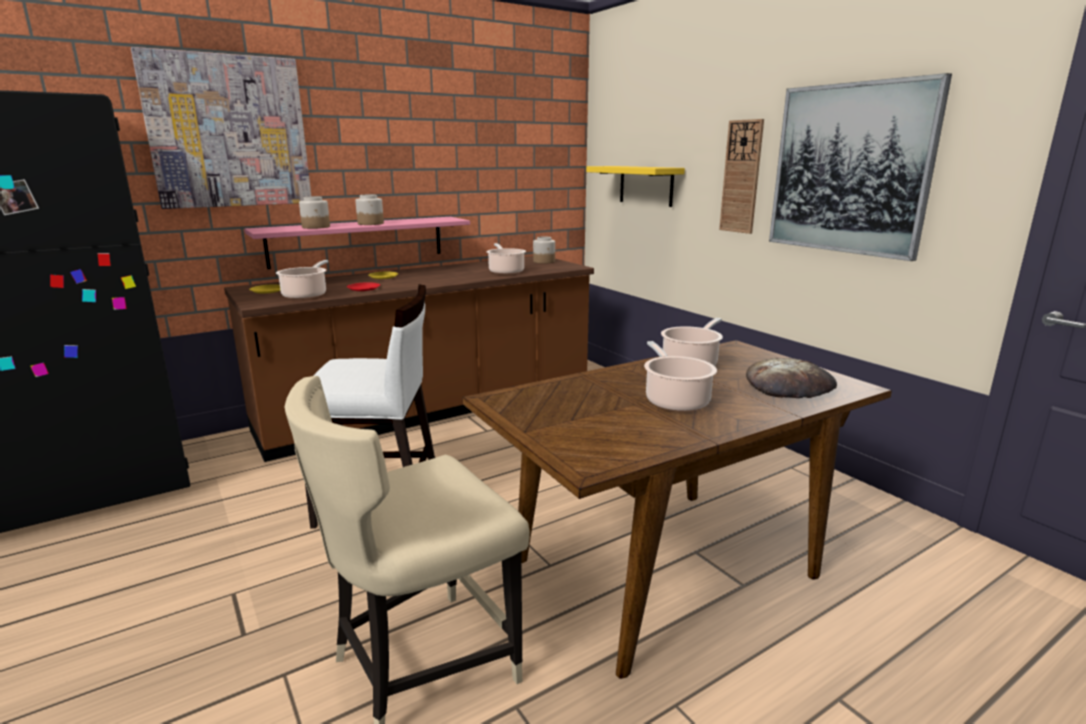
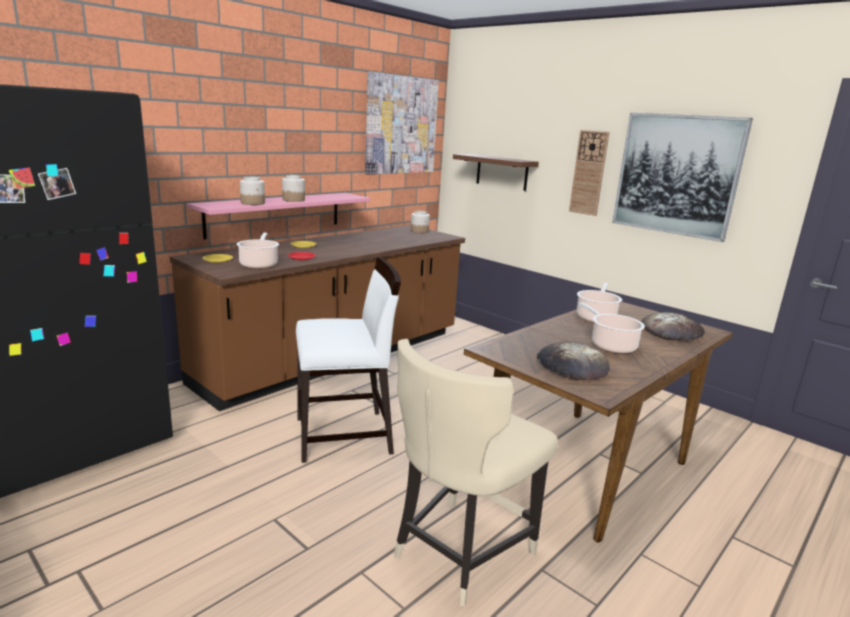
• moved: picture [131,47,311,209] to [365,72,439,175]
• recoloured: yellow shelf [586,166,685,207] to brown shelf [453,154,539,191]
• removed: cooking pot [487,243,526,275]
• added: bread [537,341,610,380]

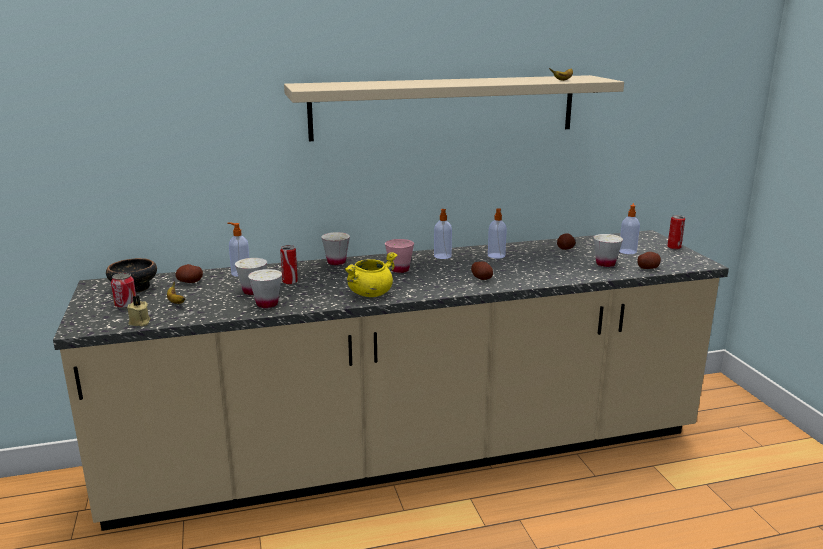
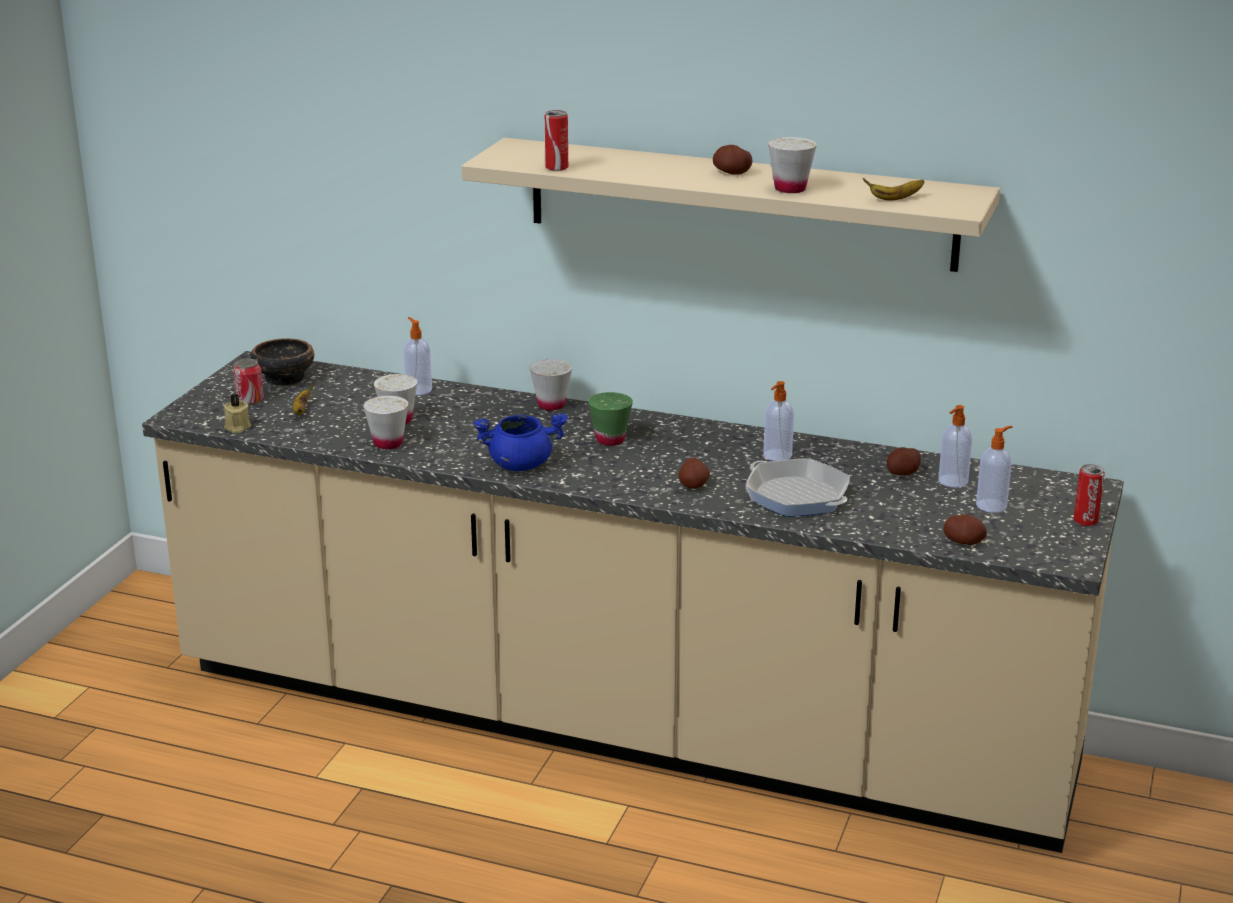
• moved: soap dispenser [434,209,452,259] to [939,405,972,487]
• moved: white cup [594,234,623,267] to [768,137,817,193]
• recoloured: pink cup [385,239,414,273] to green cup [588,392,633,446]
• moved: can [280,245,298,284] to [545,110,568,171]
• recoloured: yellow cooking pot [345,252,397,297] to blue cooking pot [473,413,568,471]
• moved: potato [175,264,203,283] to [713,145,753,175]
• added: frying pan [745,458,850,517]

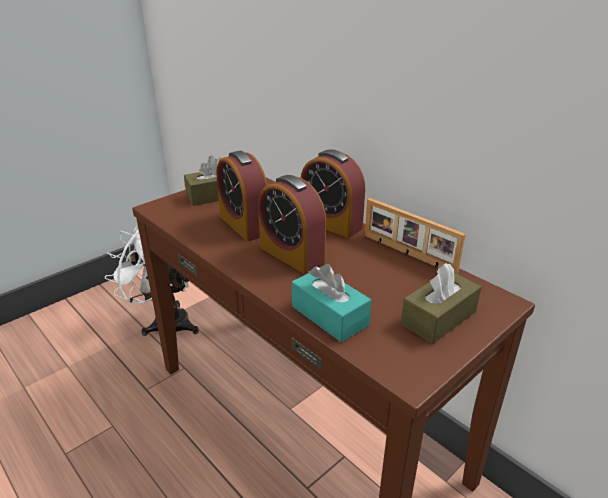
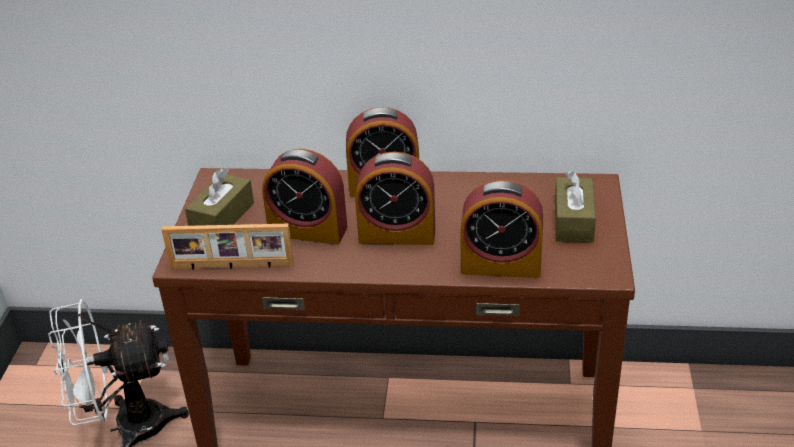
• moved: picture frame [365,198,466,274] to [161,224,294,270]
• replaced: turquoise tissue box [292,264,372,342] to alarm clock [460,180,543,278]

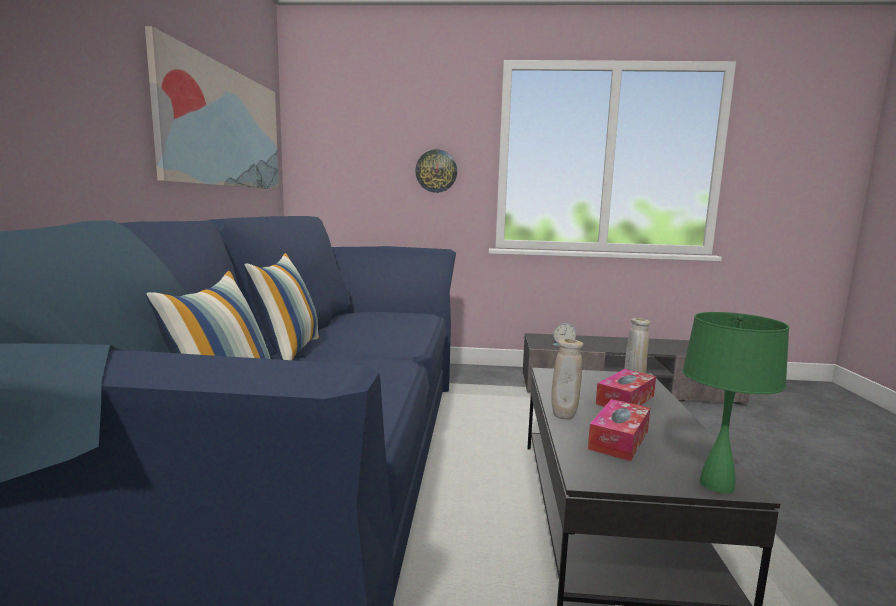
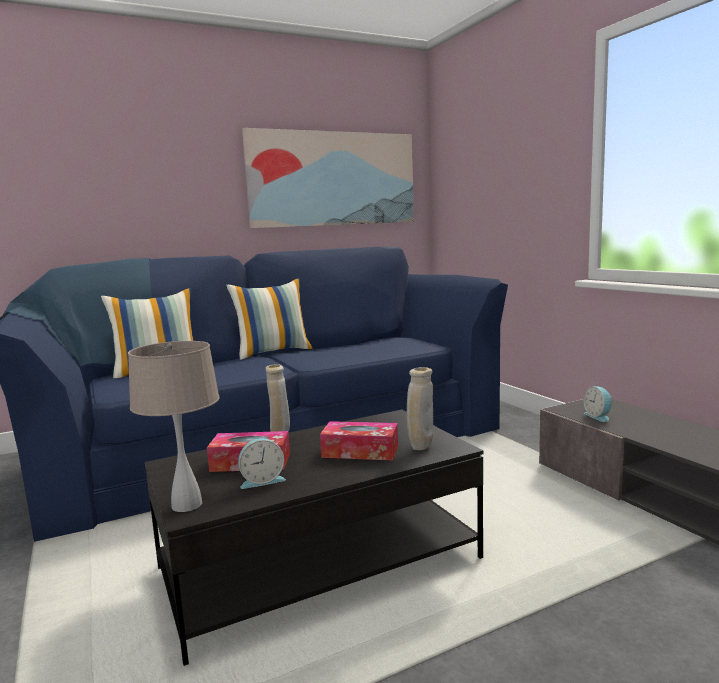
• removed: wall clock [415,149,457,193]
• recoloured: green table lamp [682,312,790,494] to beige table lamp [128,341,219,512]
• added: alarm clock [238,438,286,489]

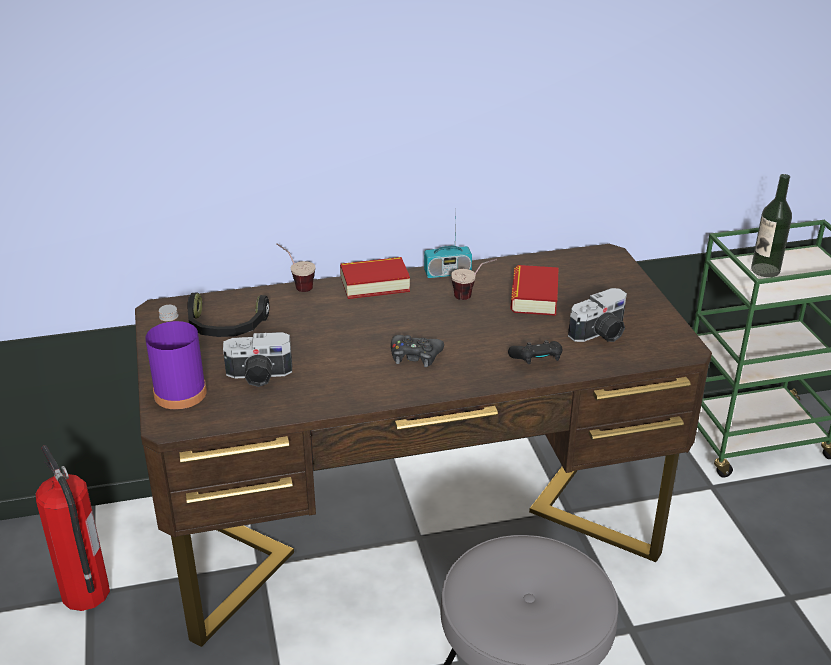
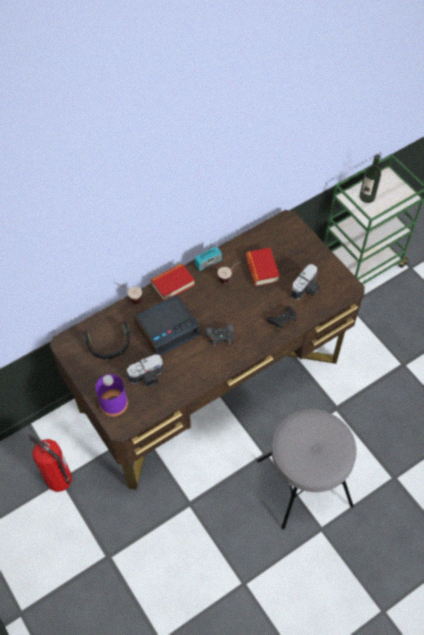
• added: alarm clock [134,295,200,356]

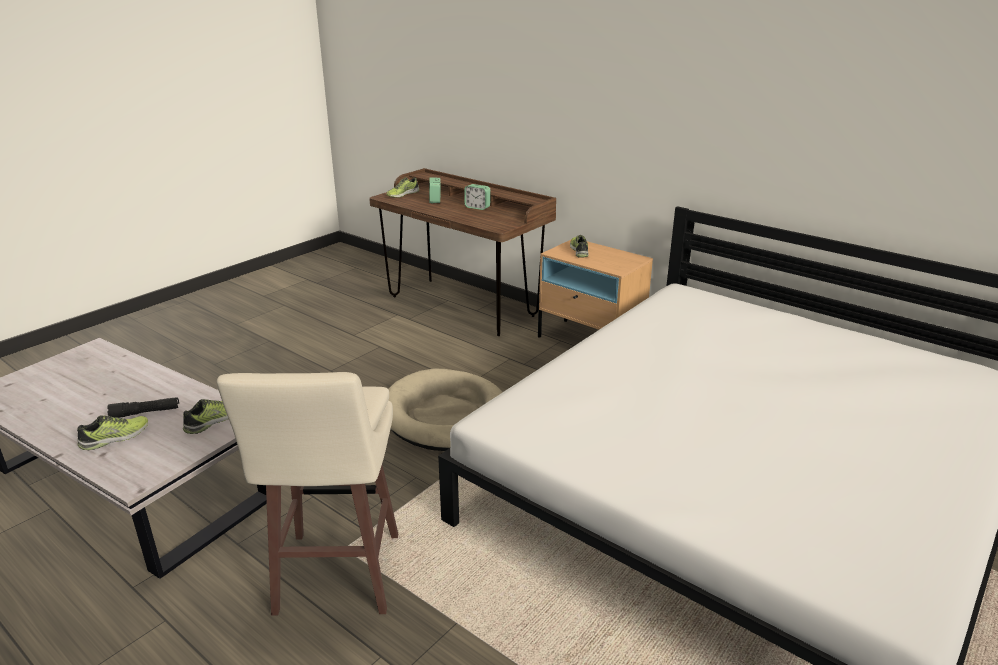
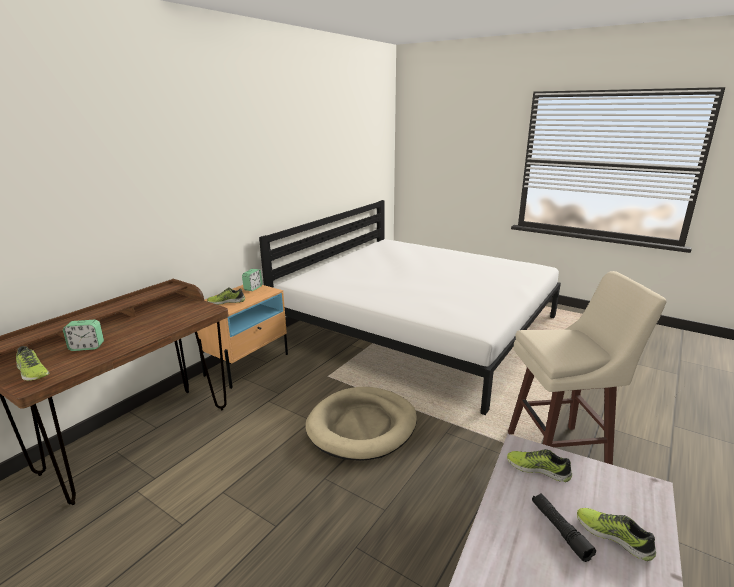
• moved: alarm clock [464,184,491,210] to [242,269,262,291]

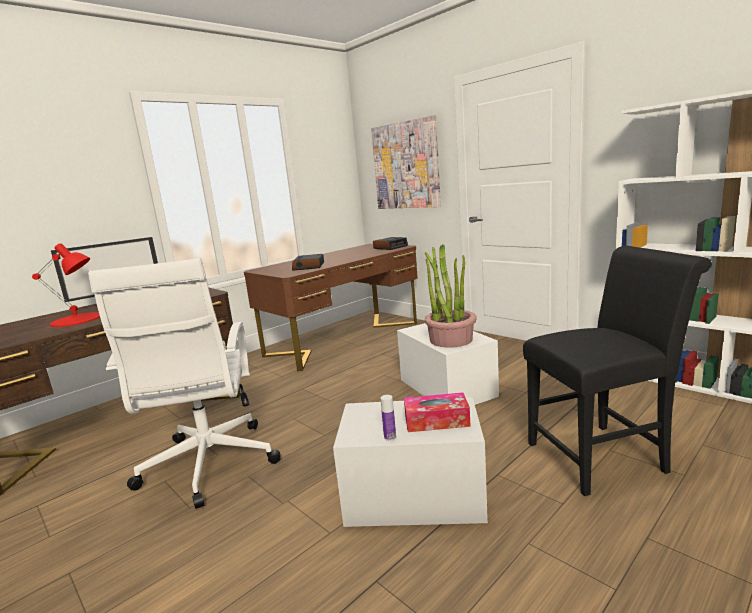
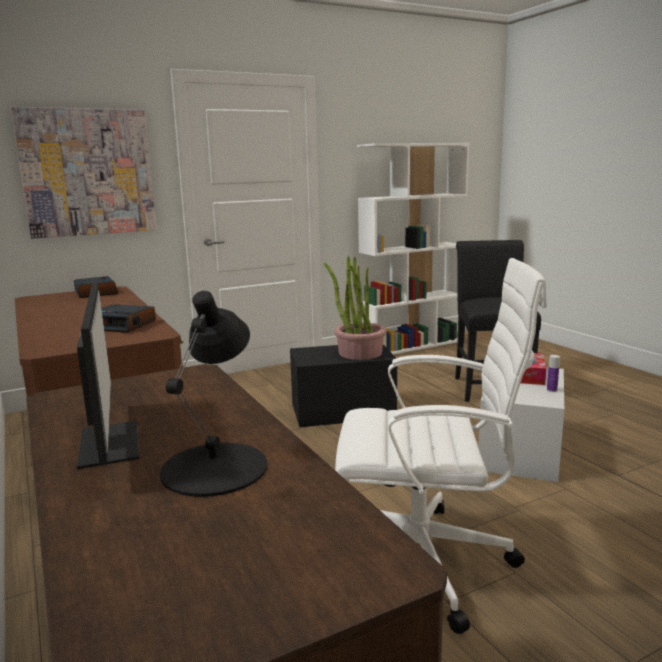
• recoloured: red table lamp [32,243,100,327] to black table lamp [160,291,267,497]
• recoloured: white storage box [397,323,499,405] to black storage box [290,344,397,427]

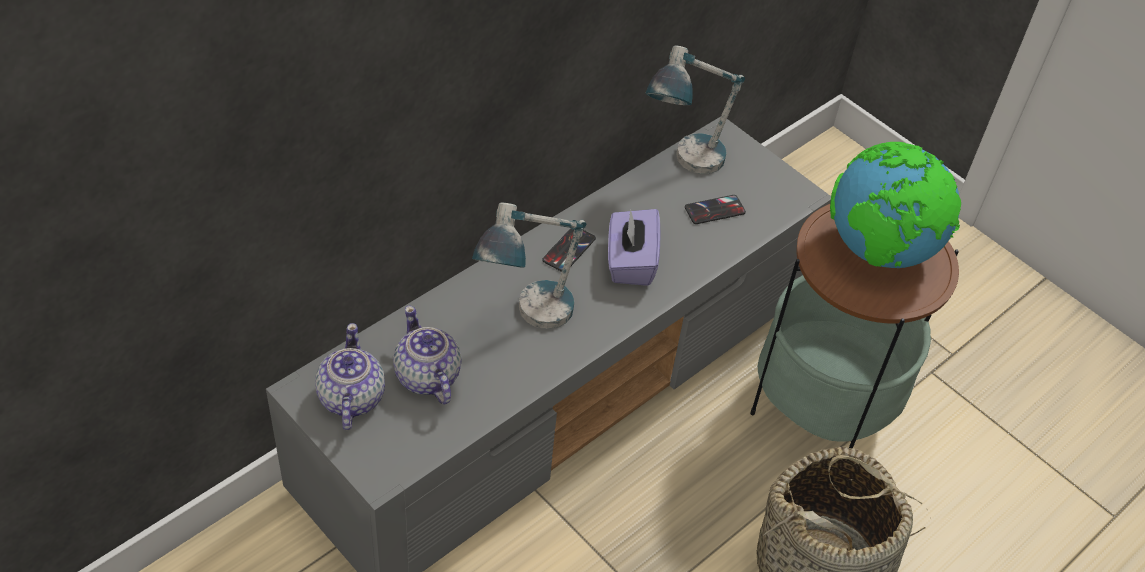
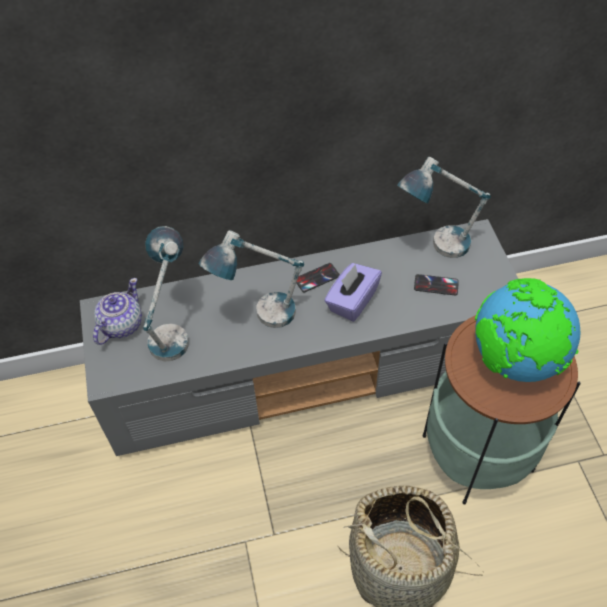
• replaced: teapot [393,306,462,404] to table lamp [143,226,189,362]

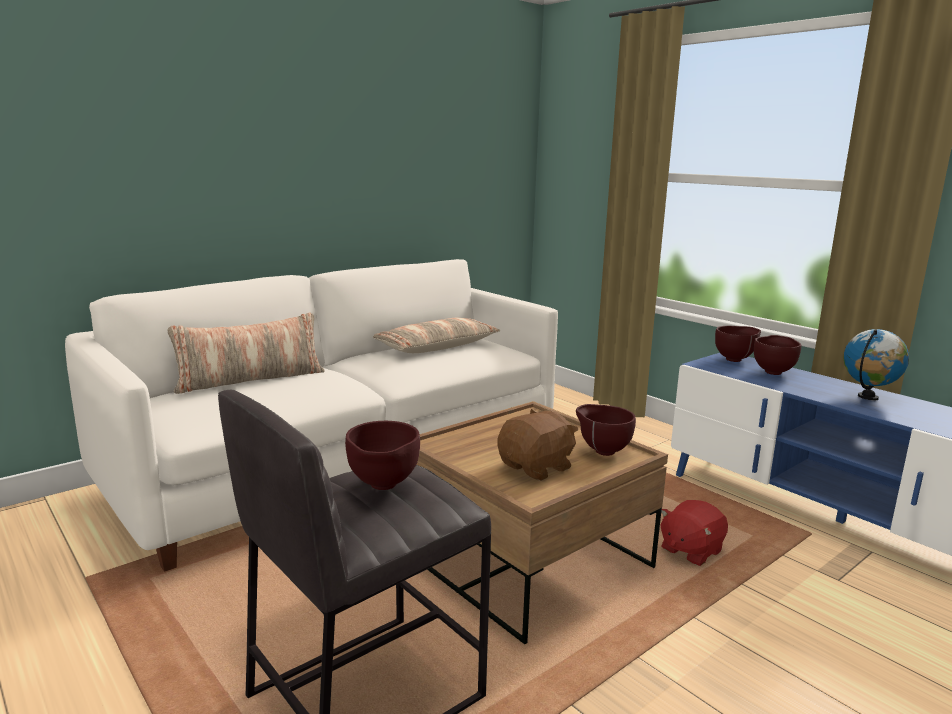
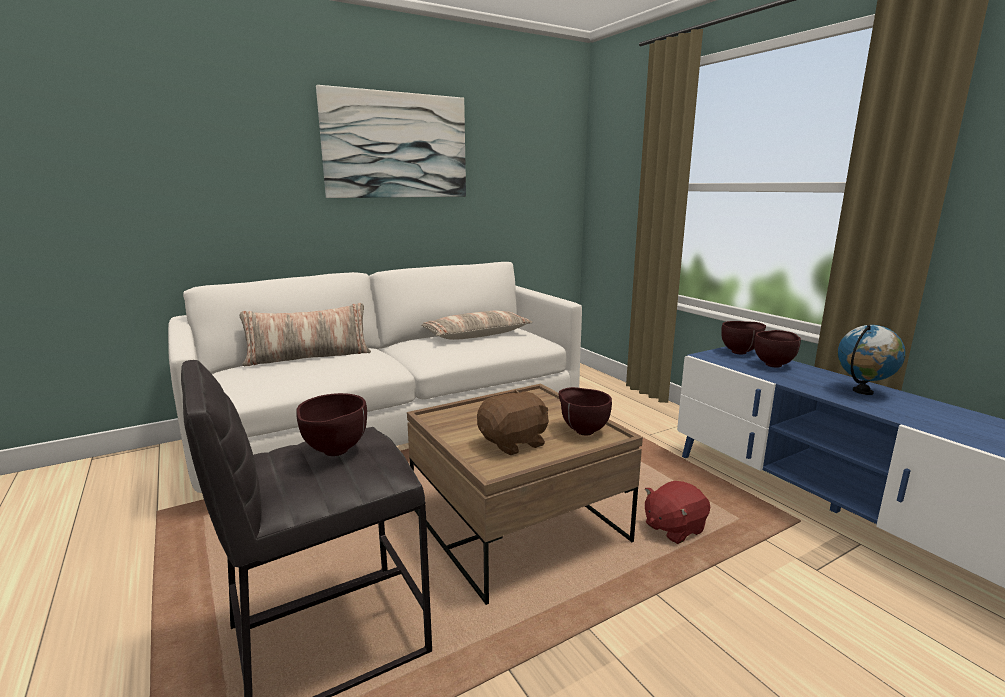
• added: picture [316,85,466,198]

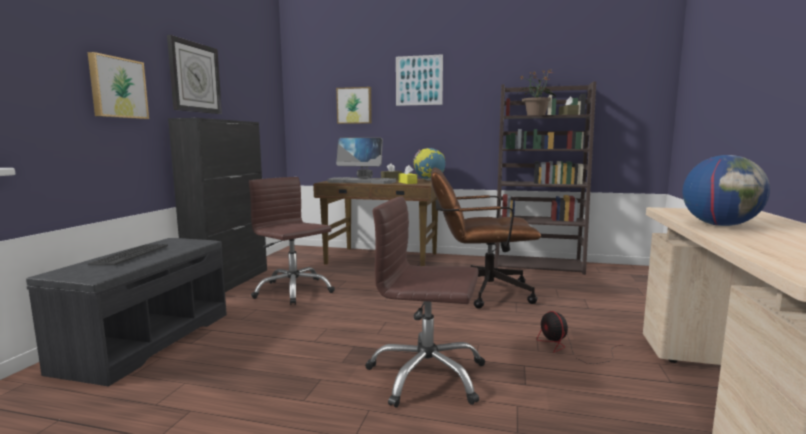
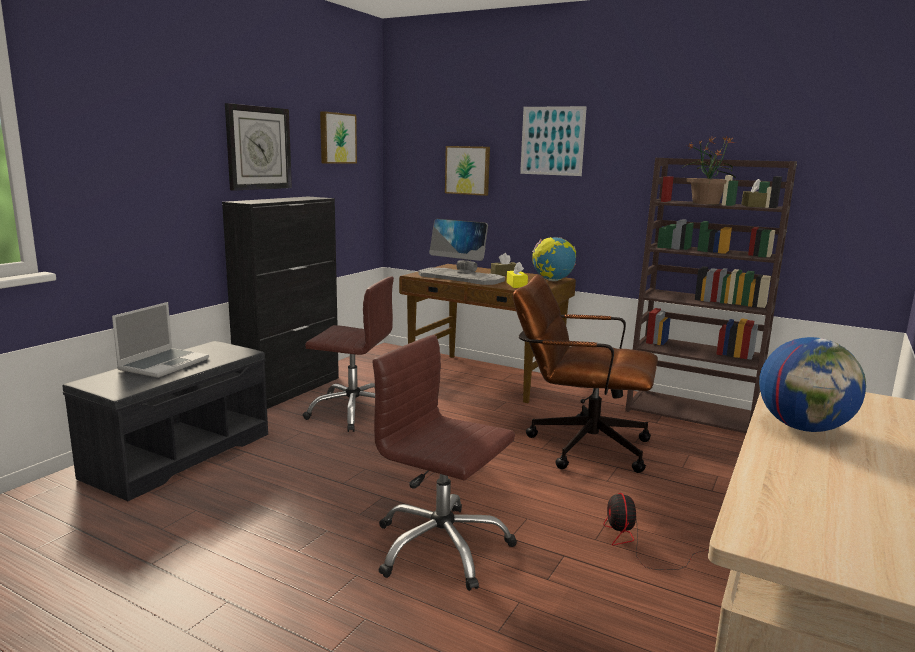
• moved: picture [88,52,149,119] to [320,111,357,164]
• turned: brown office chair [249,177,335,305] = [303,276,394,432] 135 degrees clockwise
• replaced: keyboard [88,244,168,265] to laptop [112,302,209,378]

